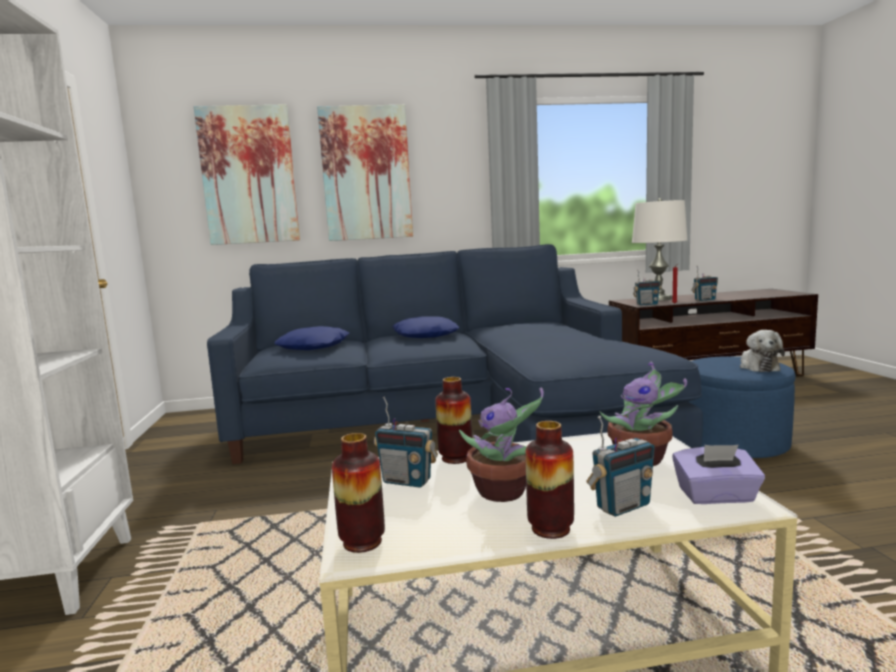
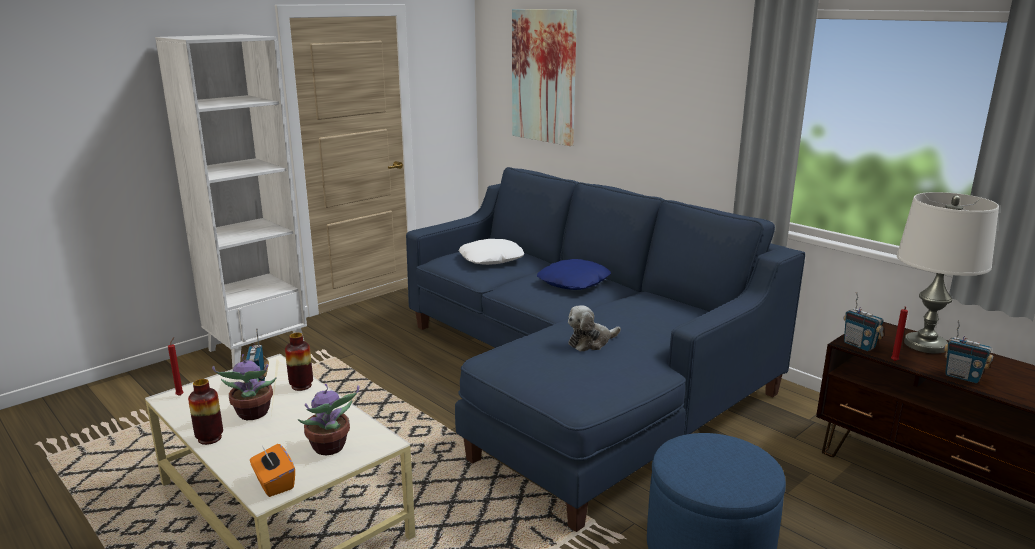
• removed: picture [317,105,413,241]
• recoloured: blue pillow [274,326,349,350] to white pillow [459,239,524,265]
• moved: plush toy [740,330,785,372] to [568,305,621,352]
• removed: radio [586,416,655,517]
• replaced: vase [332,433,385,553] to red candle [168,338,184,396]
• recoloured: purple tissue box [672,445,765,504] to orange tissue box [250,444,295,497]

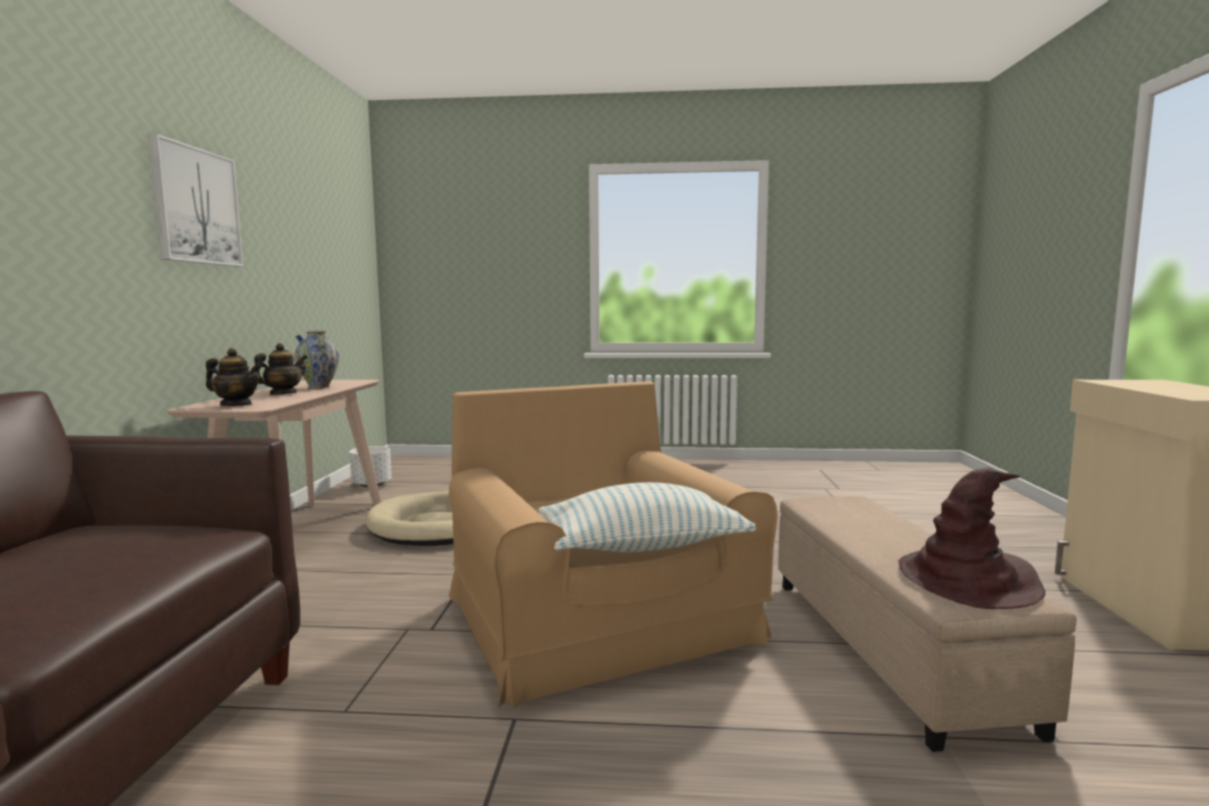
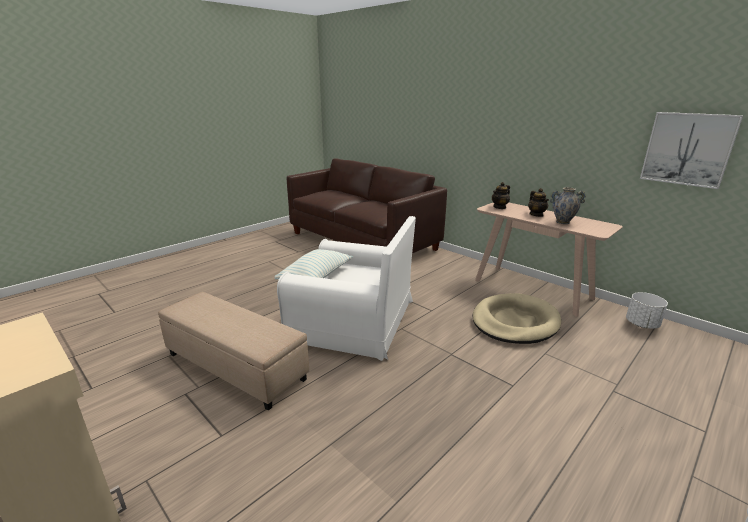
• moved: picture [148,134,243,266] to [640,112,743,189]
• recoloured: brown armchair [449,381,778,708] to white armchair [277,216,416,361]
• removed: brown hat [898,467,1045,609]

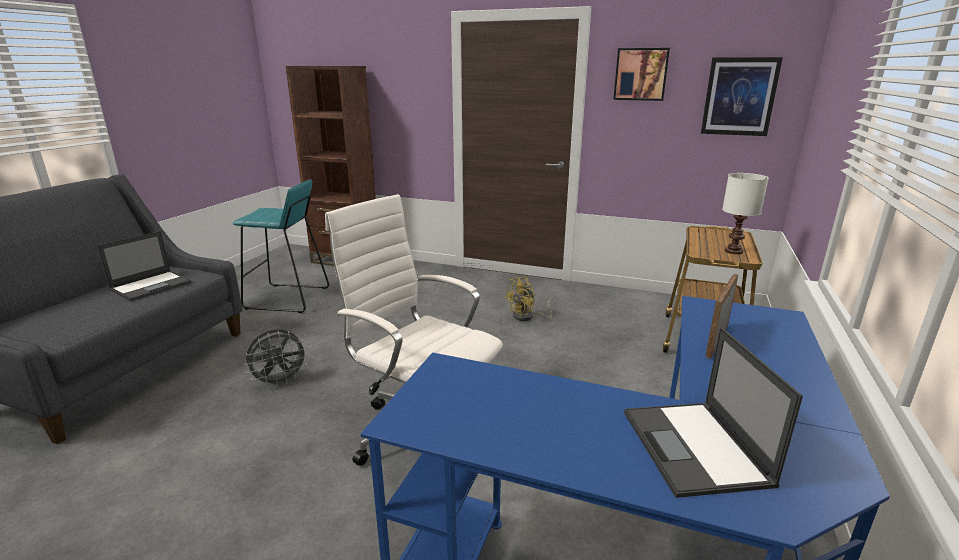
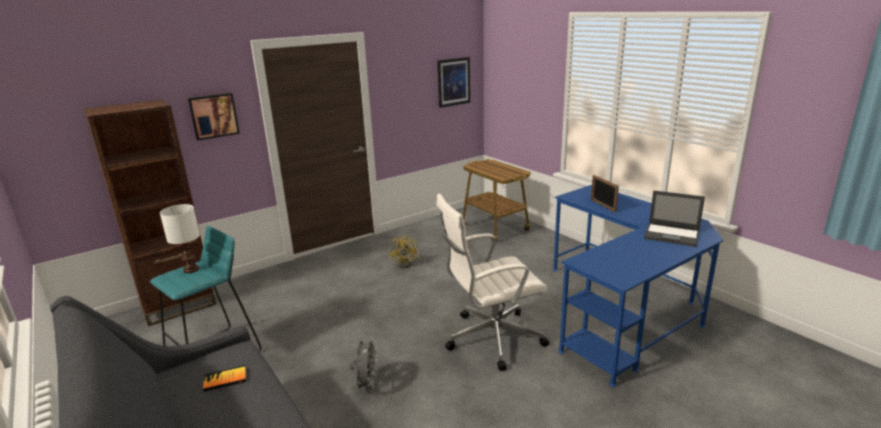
• moved: picture [613,48,670,101] to [188,93,240,140]
• moved: white table lamp [722,173,769,254] to [160,204,200,273]
• replaced: laptop [97,231,191,301] to book [203,365,246,392]

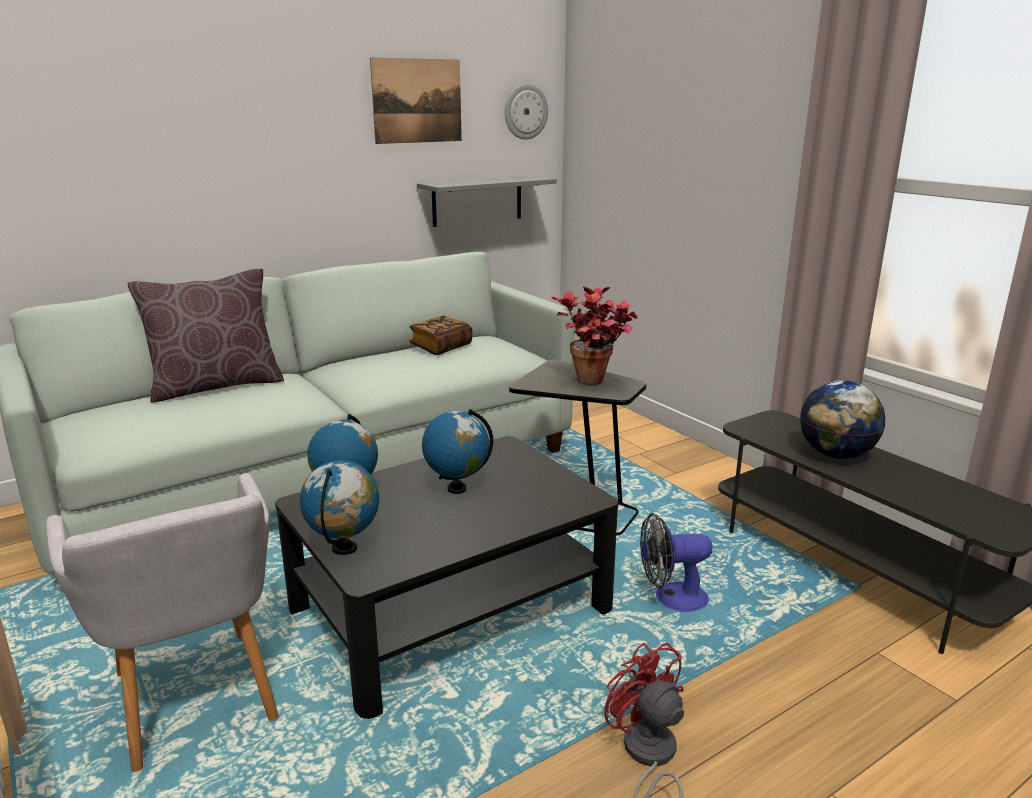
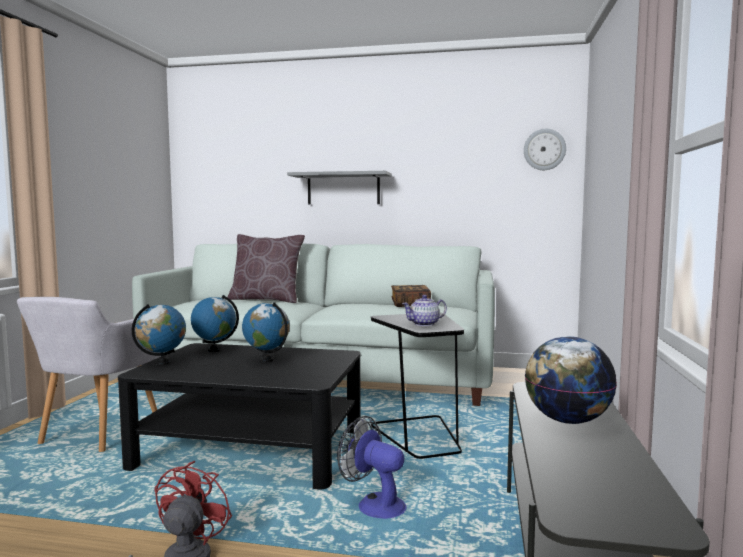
• removed: picture [370,57,462,144]
• moved: grey shelf [417,176,557,227] to [287,171,391,205]
• replaced: potted plant [552,286,638,385] to teapot [402,295,447,326]

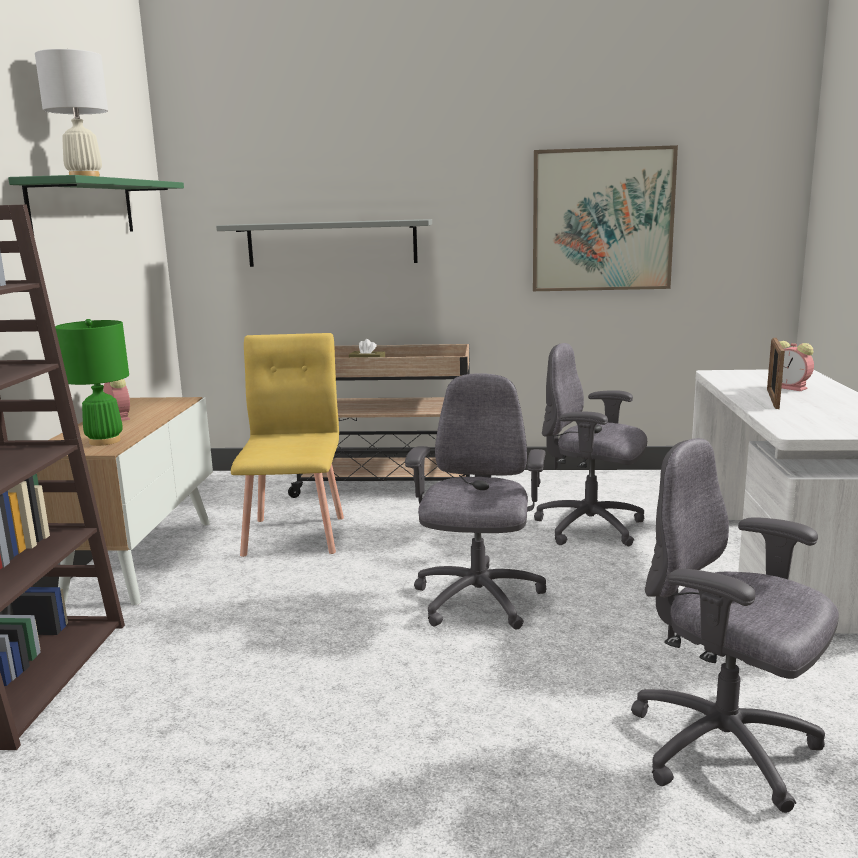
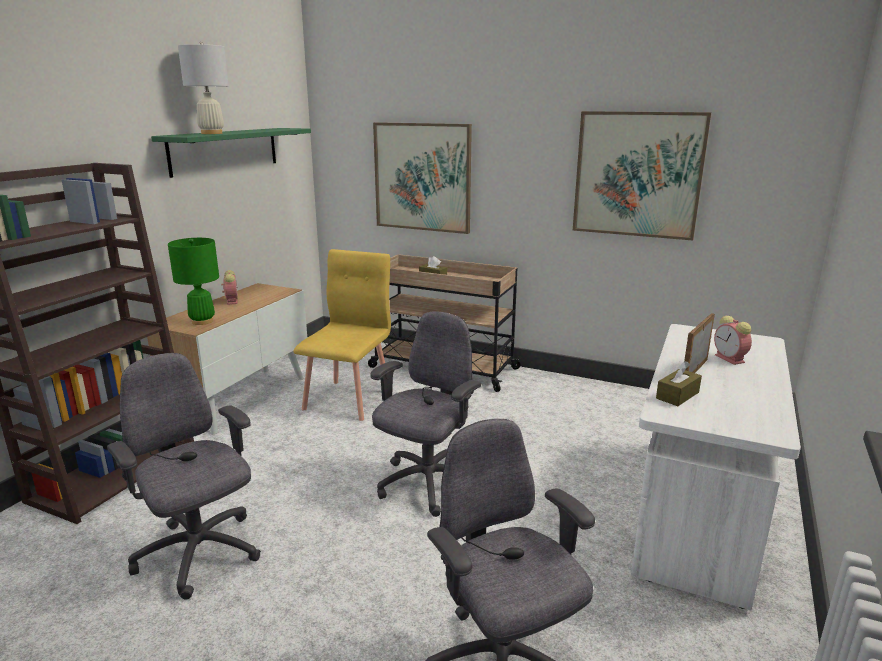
• replaced: grey shelf [216,219,432,267] to picture [373,122,472,234]
• moved: grey office chair [534,343,647,546] to [107,353,261,600]
• added: brown tissue box [656,361,702,406]

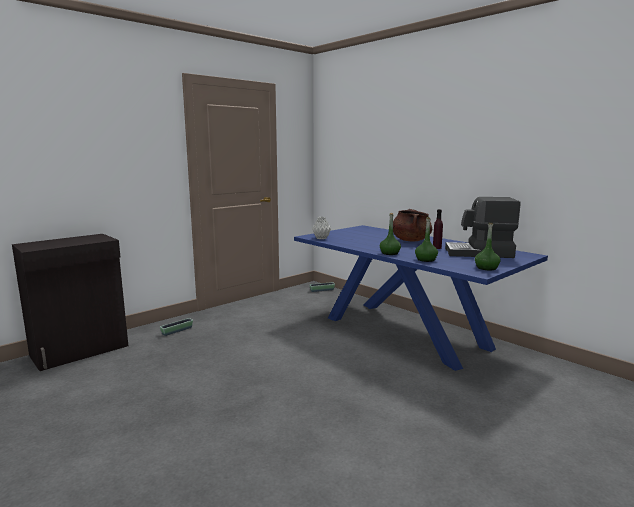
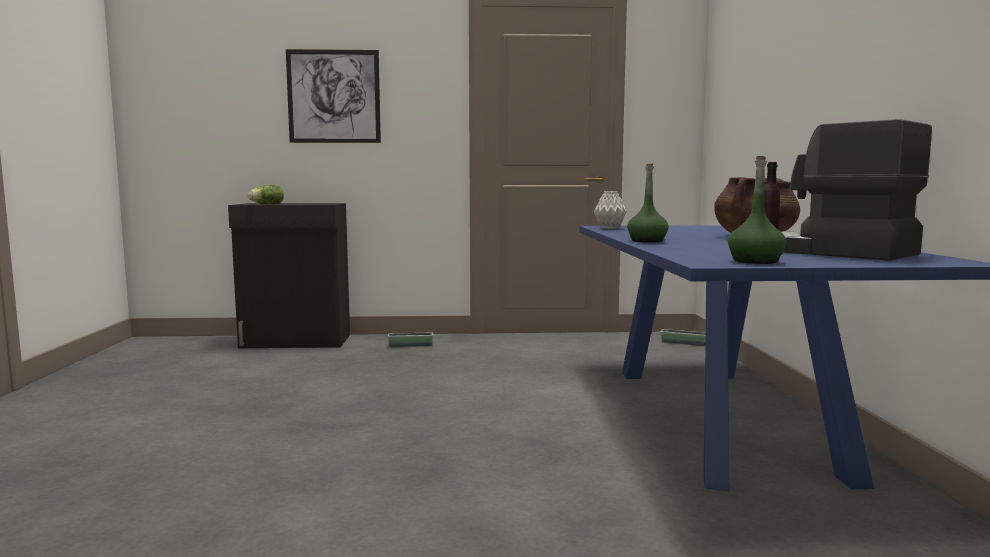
• removed: green bottle [415,217,438,262]
• added: picture [286,49,381,143]
• added: lettuce [248,185,284,204]

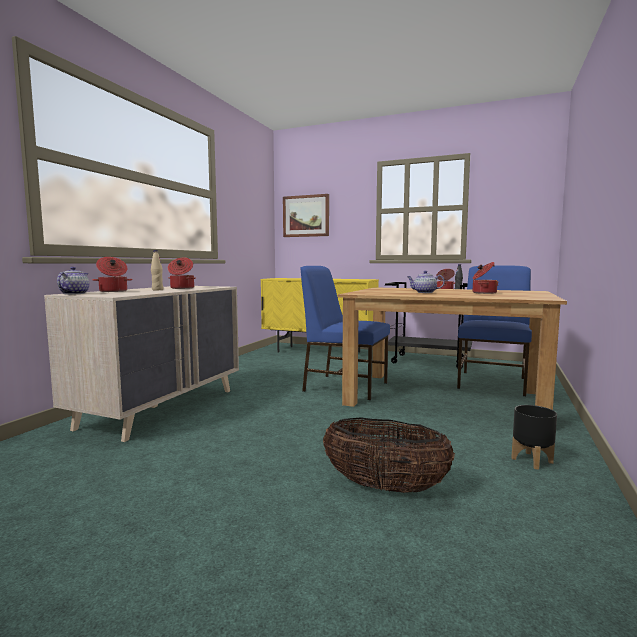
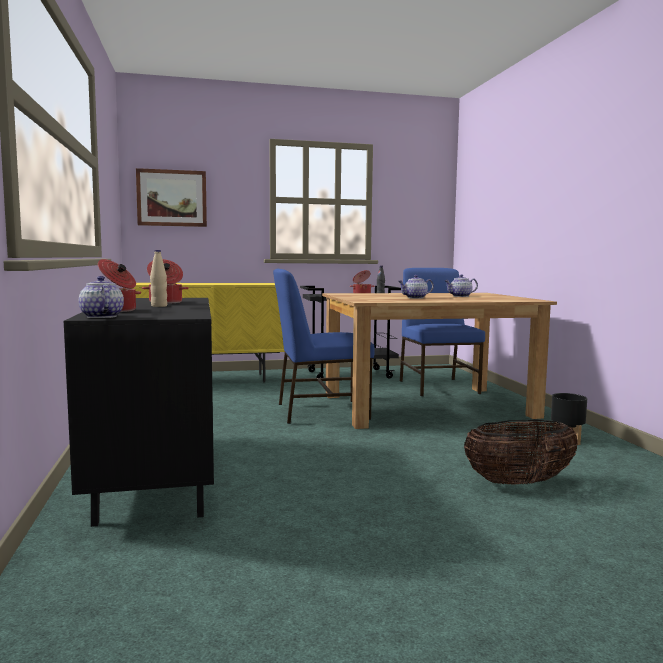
• replaced: cooking pot [473,262,498,294] to teapot [444,274,478,297]
• recoloured: beige dresser [44,286,239,442] to black dresser [64,298,214,527]

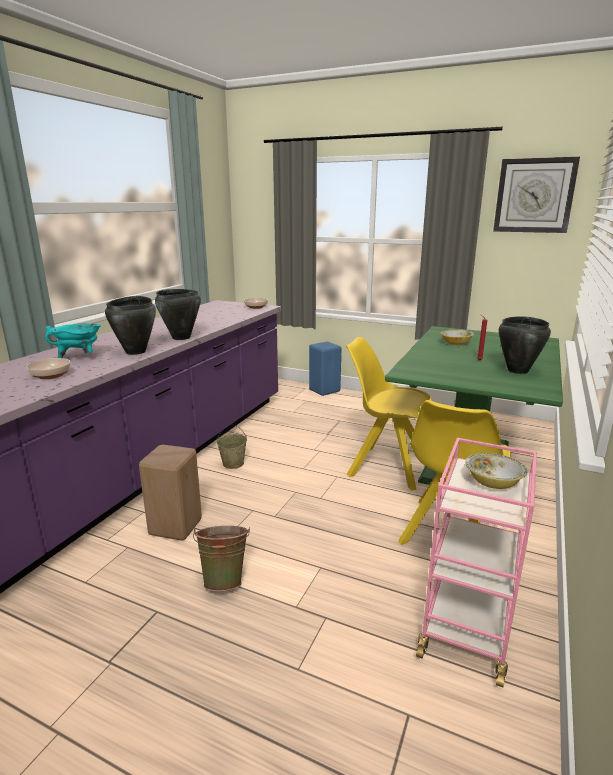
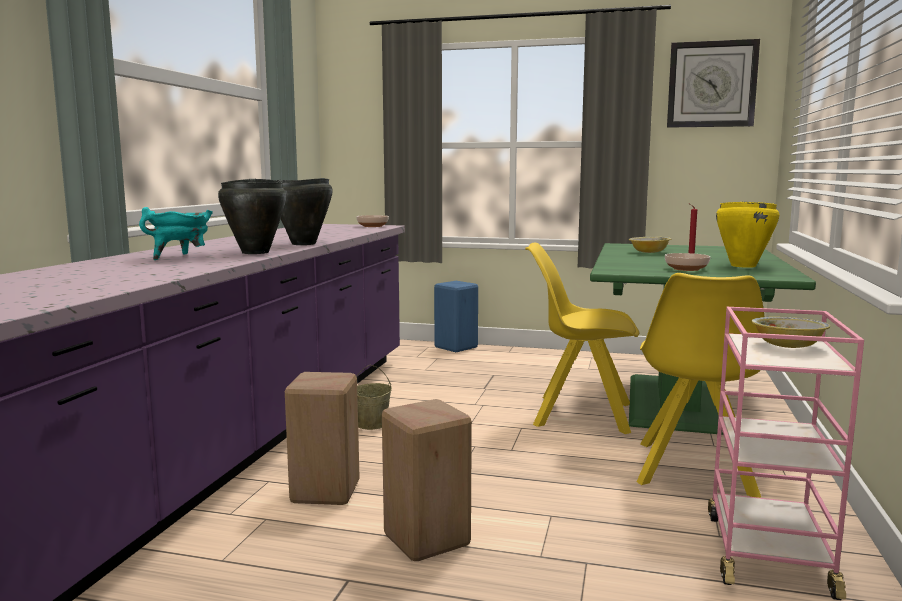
• recoloured: black cooking pot [499,316,551,374] to yellow cooking pot [716,201,779,268]
• moved: bowl [26,358,71,379] to [665,253,710,271]
• replaced: green bucket [193,526,250,591] to beige stool [382,399,472,561]

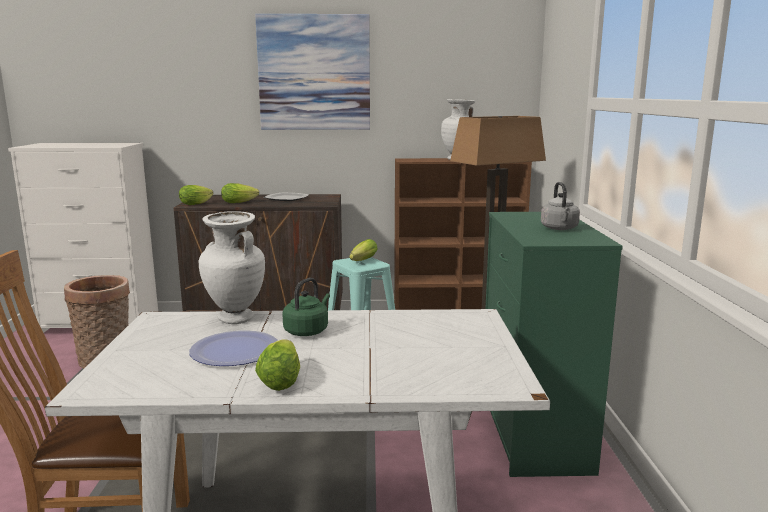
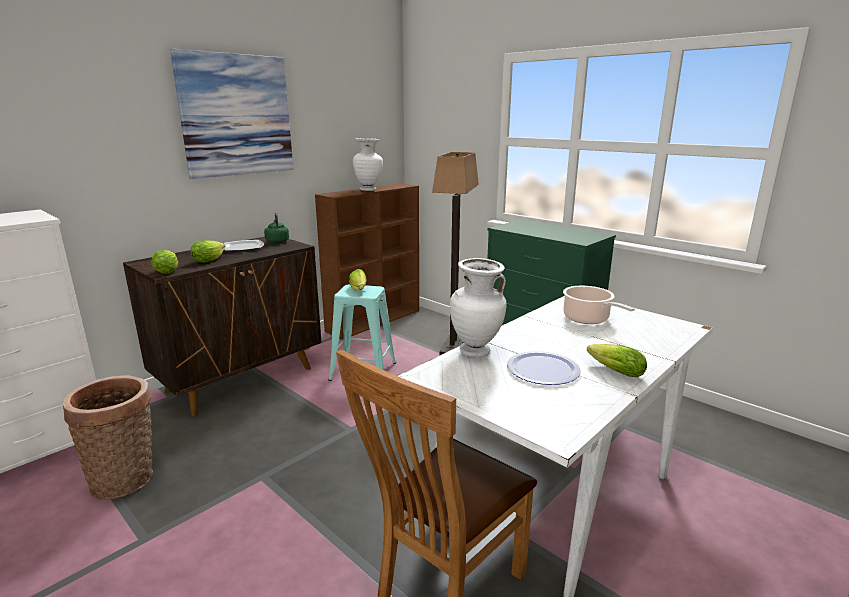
• removed: grey kettle [541,182,580,230]
• moved: green kettle [282,278,330,336] to [264,212,289,243]
• added: cooking pot [563,286,635,324]

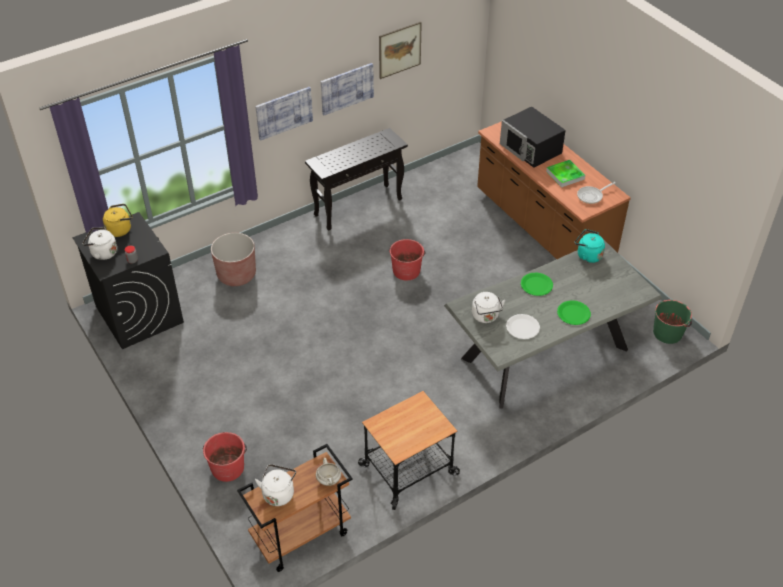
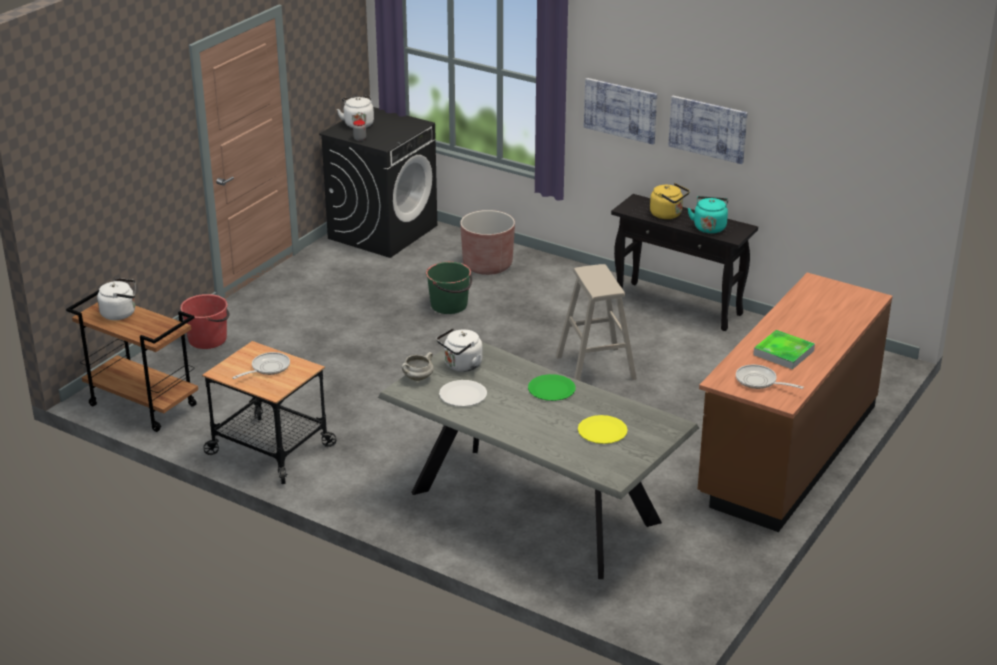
• removed: picture [379,22,422,79]
• removed: black microwave [500,106,566,168]
• moved: yellow kettle [103,204,133,237] to [650,183,690,219]
• moved: turquoise kettle [575,229,605,263] to [687,196,728,233]
• replaced: red bucket [389,239,426,281] to beige stool [556,264,637,381]
• removed: green plate [557,300,591,325]
• moved: green bucket [653,300,692,344] to [426,262,472,314]
• moved: white cooking pot [316,458,341,486] to [402,352,434,381]
• added: frying pan [232,352,290,379]
• added: yellow plate [578,415,628,444]

